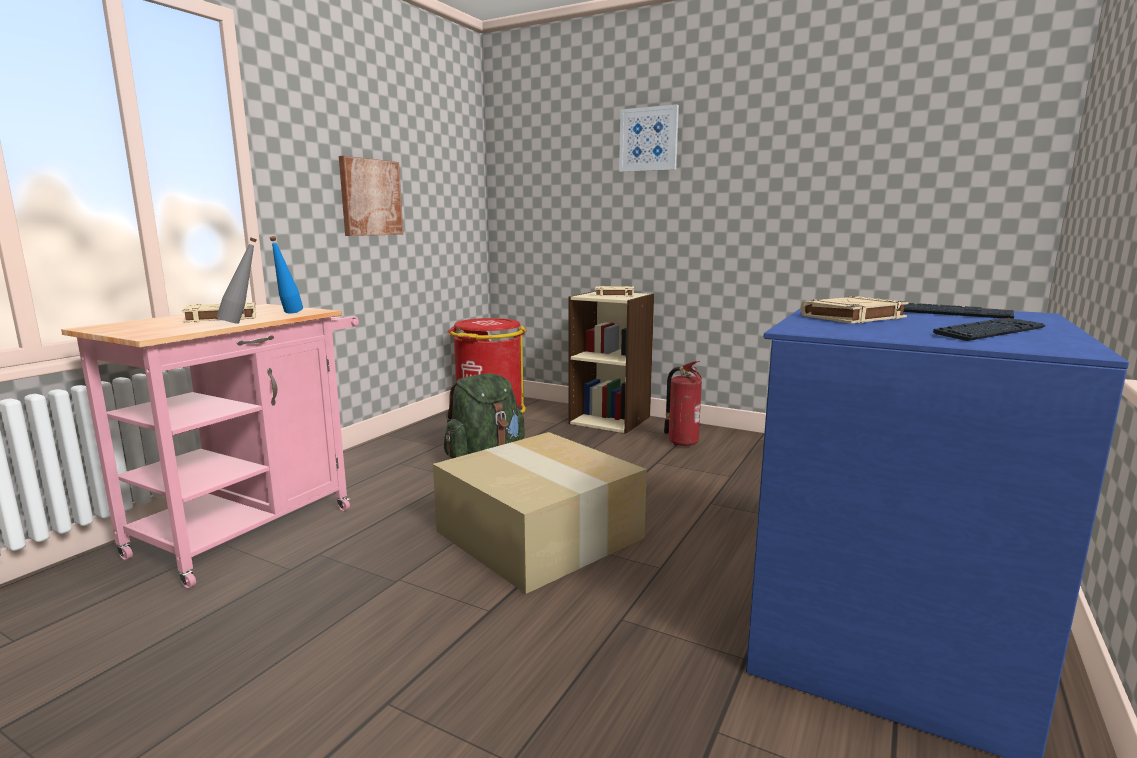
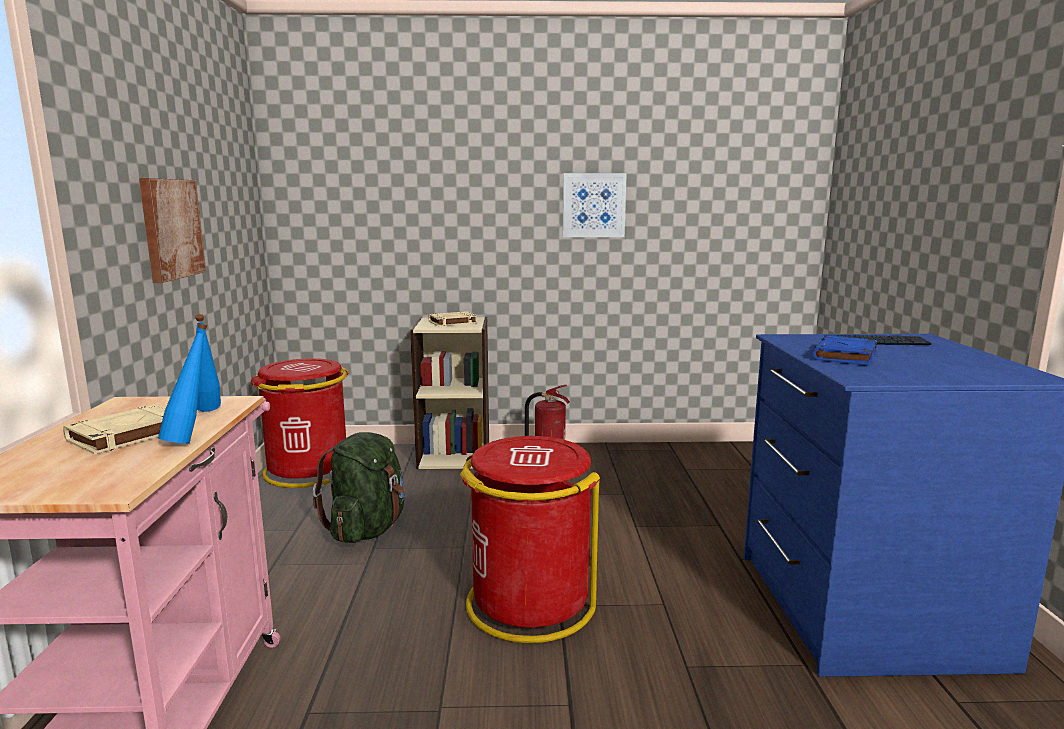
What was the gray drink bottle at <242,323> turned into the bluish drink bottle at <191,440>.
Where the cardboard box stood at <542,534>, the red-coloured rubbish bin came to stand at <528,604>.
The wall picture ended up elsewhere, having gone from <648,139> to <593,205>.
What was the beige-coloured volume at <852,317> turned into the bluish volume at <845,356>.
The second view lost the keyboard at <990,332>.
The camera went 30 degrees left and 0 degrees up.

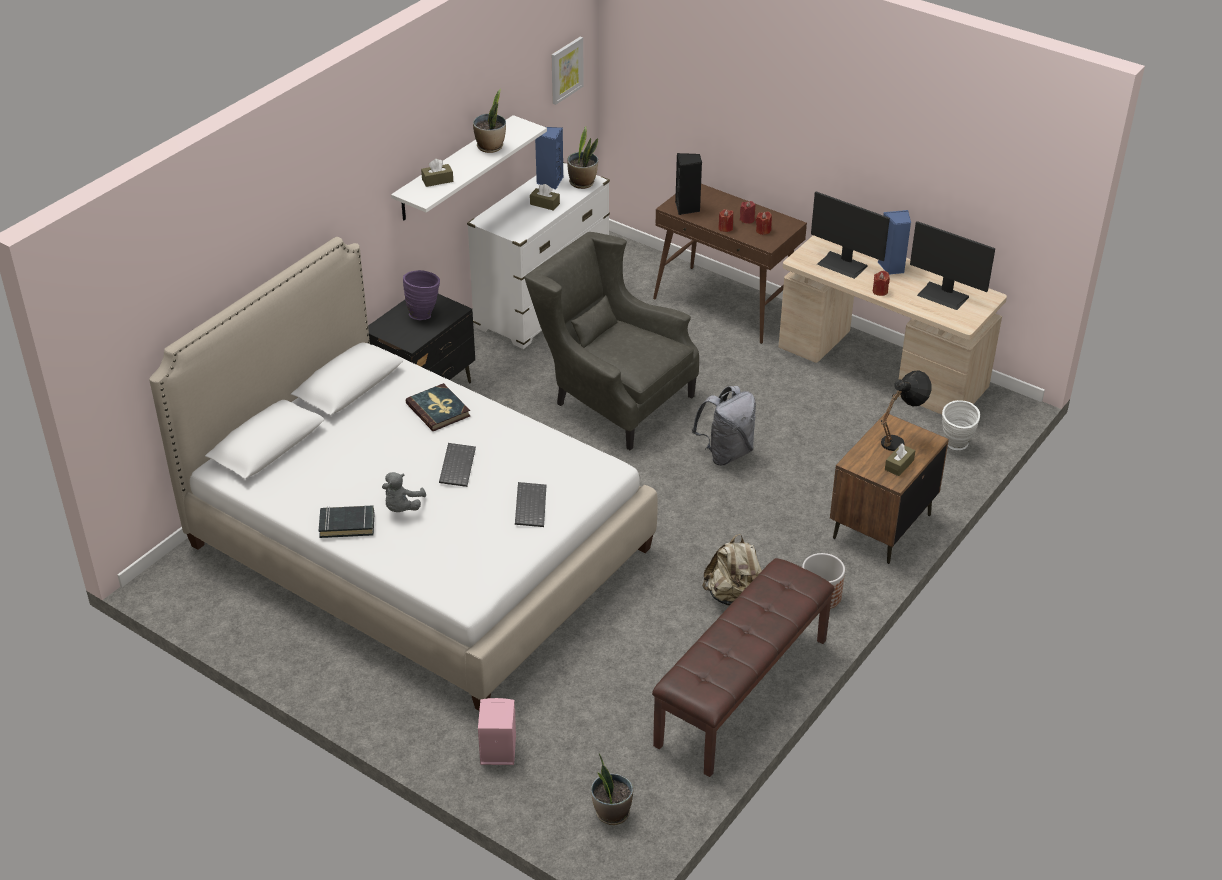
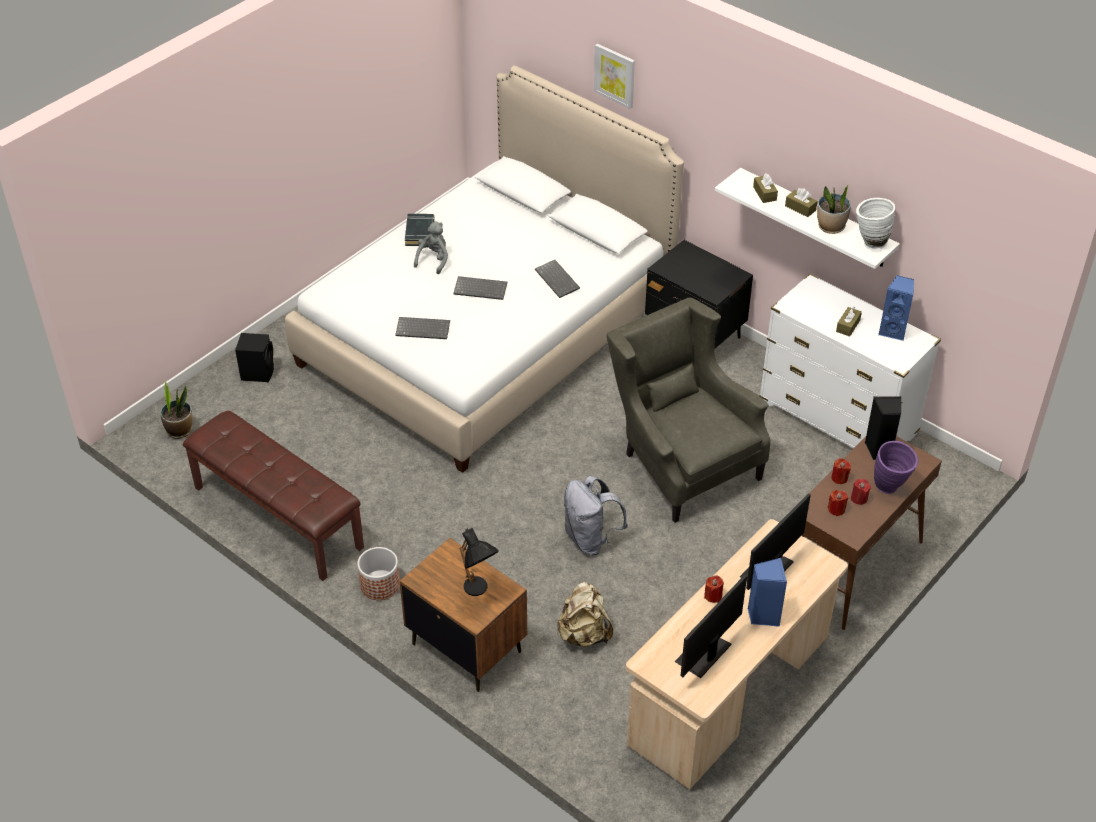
What was the pinkish loudspeaker at <496,750> turned into the black-coloured loudspeaker at <258,372>.
The gray cuddly toy at <402,508> ended up facing another way, 90 degrees clockwise from before.
Where the volume stood at <438,410>, the keyboard came to stand at <558,280>.
The beige-coloured backpack ended up elsewhere, having gone from <734,596> to <584,634>.
The wall picture ended up elsewhere, having gone from <566,70> to <615,75>.
The gray easy chair at <612,398> ended up facing another way, 75 degrees counterclockwise from before.
The brownish tissue holder ended up elsewhere, having gone from <899,465> to <800,208>.
The whitish flower vase ended up elsewhere, having gone from <956,447> to <869,243>.
The purple-coloured flower vase ended up elsewhere, having gone from <424,313> to <891,488>.
The second view lost the potted plant at <582,183>.
The camera went 95 degrees right and 5 degrees up.

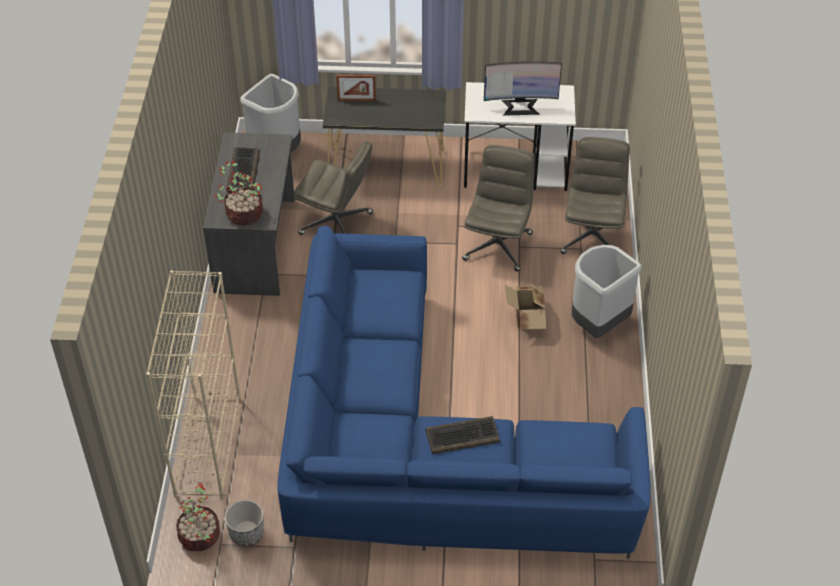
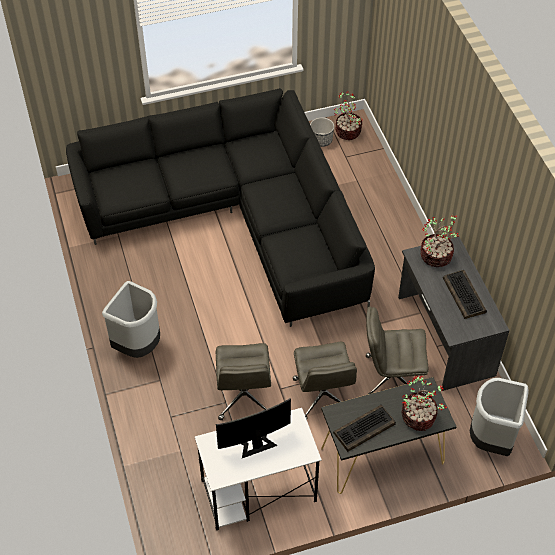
What was the bluish settee at <422,447> turned into the black-coloured settee at <237,217>.
The gray computer chair ended up elsewhere, having gone from <592,237> to <323,397>.
The keyboard ended up elsewhere, having gone from <463,435> to <364,429>.
Where the standing frame stood at <356,100>, the potted plant came to stand at <419,417>.
The second view lost the beige-coloured bookcase at <208,445>.
The second view lost the cardboard box at <526,319>.
The camera went 160 degrees right and 5 degrees up.

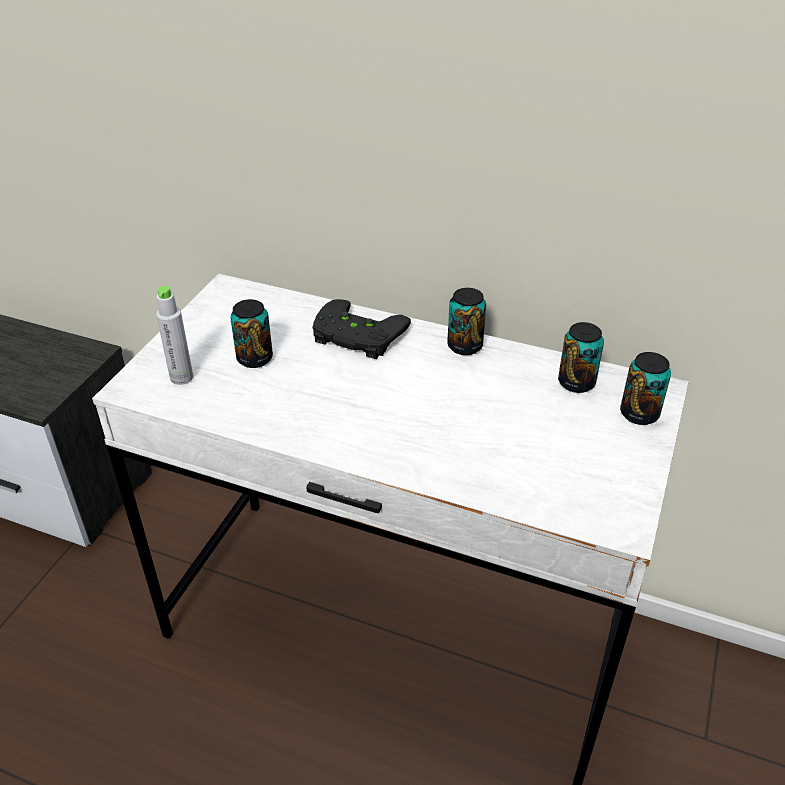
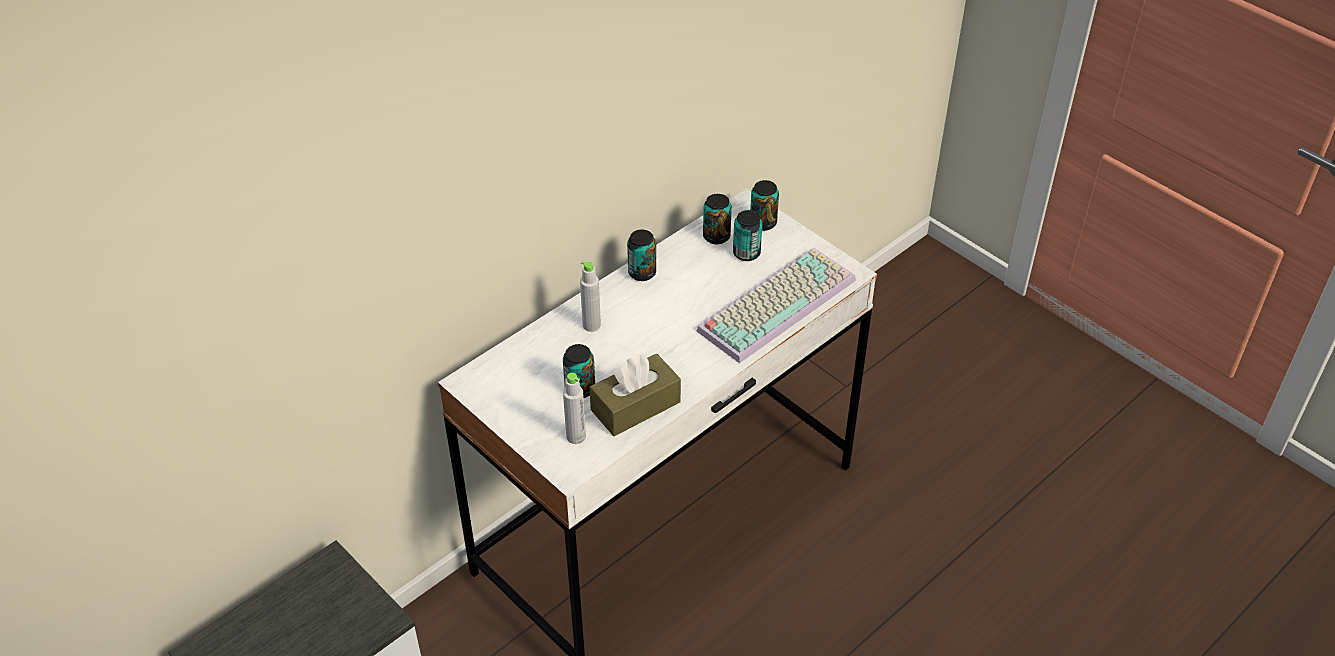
Where the black-coloured gamepad stood at <356,337>, the gray drink bottle came to stand at <591,325>.
The second view gained the brownish tissue holder at <635,406>.
The second view gained the keyboard at <776,302>.
The second view gained the metal can at <746,253>.
The camera went 65 degrees left and 5 degrees up.

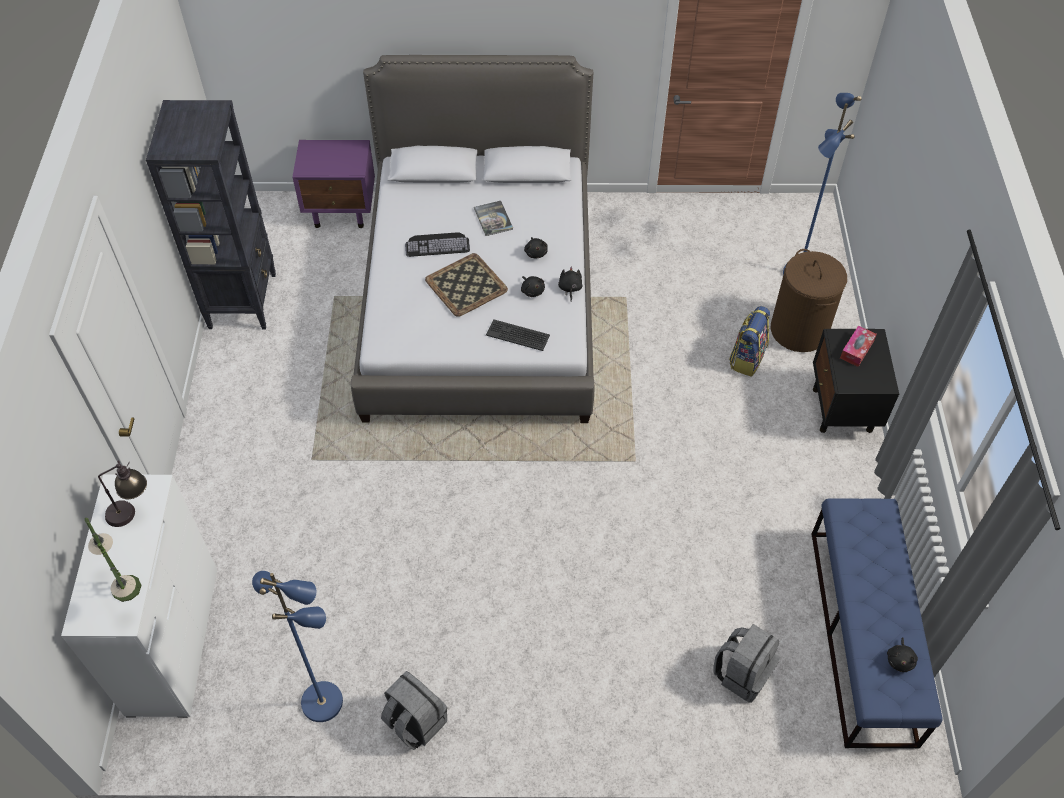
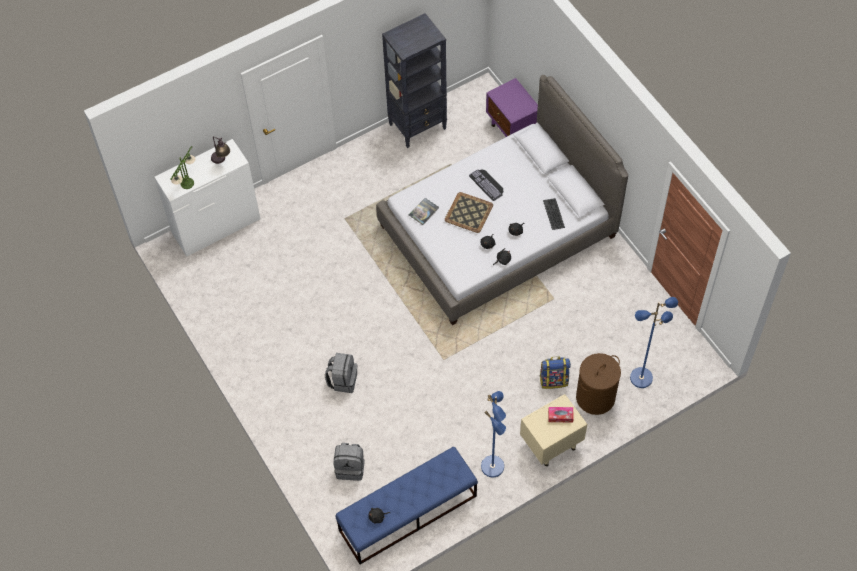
The gray backpack ended up elsewhere, having gone from <415,722> to <342,380>.
The volume ended up elsewhere, having gone from <493,219> to <423,211>.
The bluish standing lamp ended up elsewhere, having gone from <323,701> to <493,466>.
What was the black-coloured nightstand at <842,410> turned into the beige-coloured nightstand at <550,445>.
The keyboard ended up elsewhere, having gone from <518,335> to <554,214>.
The camera went 60 degrees right and 5 degrees up.

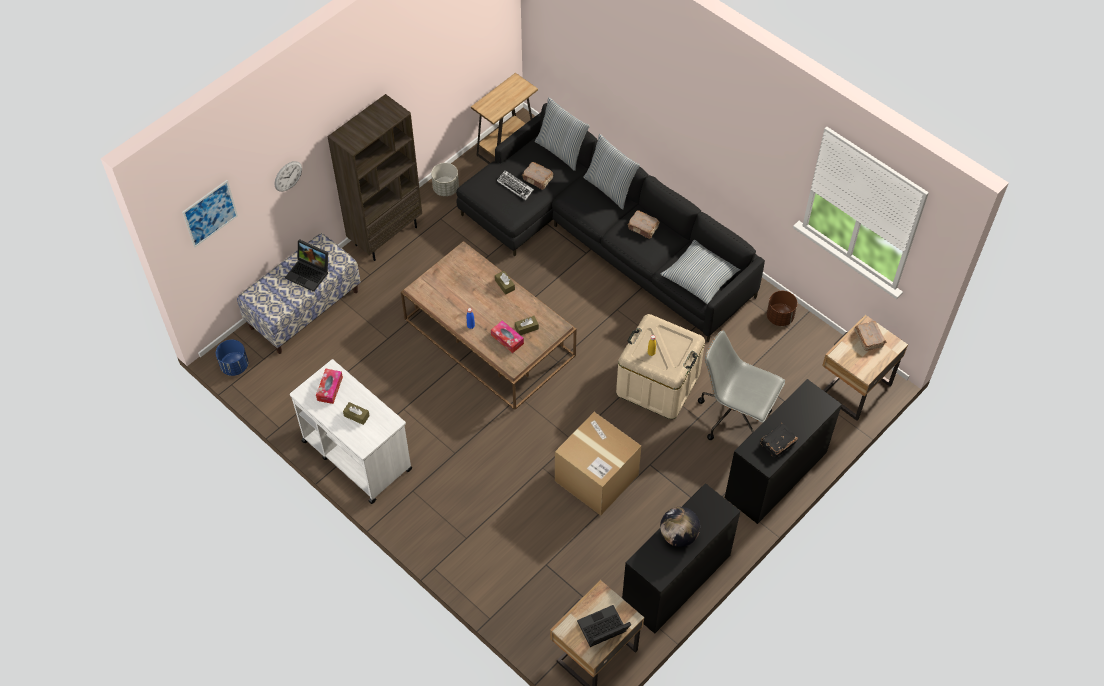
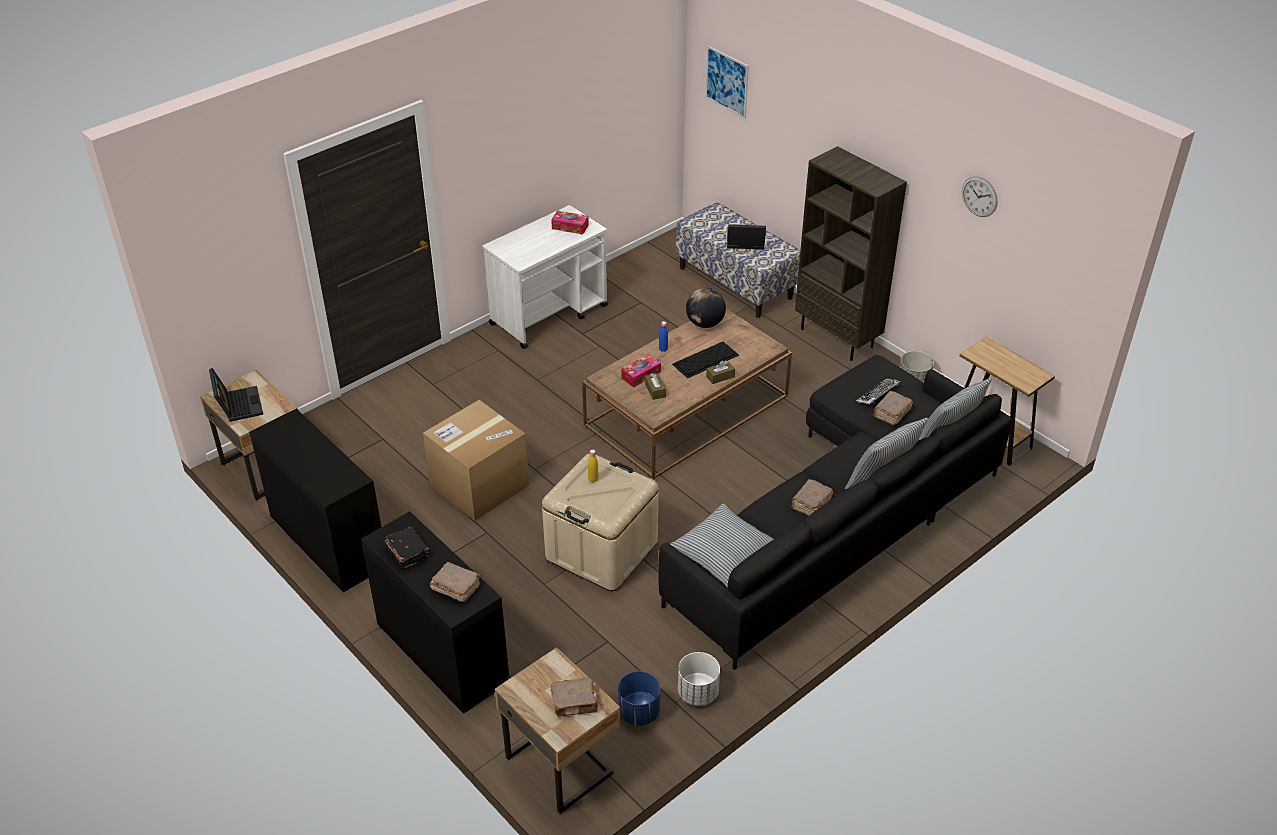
The second view gained the brownish volume at <455,587>.
The bluish flower pot ended up elsewhere, having gone from <235,366> to <638,712>.
The second view gained the keyboard at <705,360>.
What was the brownish flower pot at <780,317> turned into the whitish flower pot at <698,693>.
The desk globe ended up elsewhere, having gone from <678,535> to <705,323>.
The laptop at <310,273> ended up facing another way, 60 degrees clockwise from before.
The wall clock ended up elsewhere, having gone from <288,176> to <979,196>.
The second view lost the brownish tissue holder at <356,416>.
The second view lost the gray computer chair at <735,416>.
The camera went 95 degrees right and 15 degrees down.

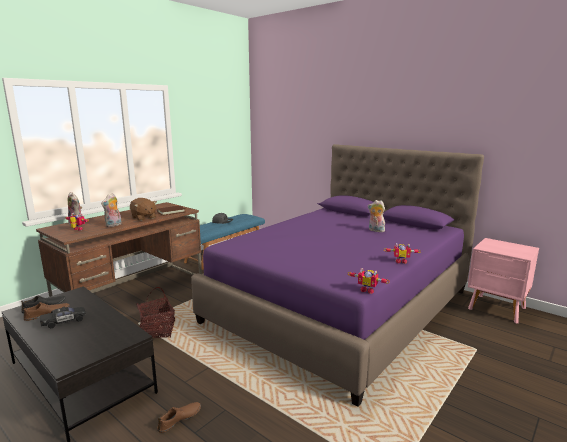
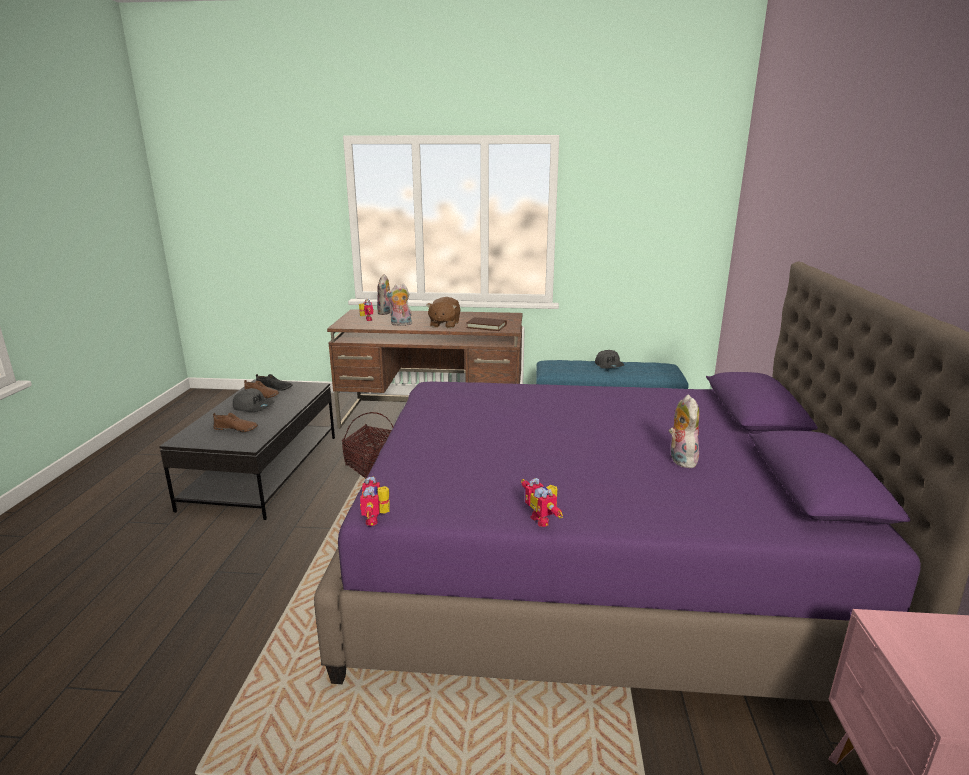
The brownish shoe ended up elsewhere, having gone from <179,419> to <236,429>.
Where the black-coloured toy car stood at <64,321>, the gray baseball cap came to stand at <254,406>.
The camera went 55 degrees right and 5 degrees up.

